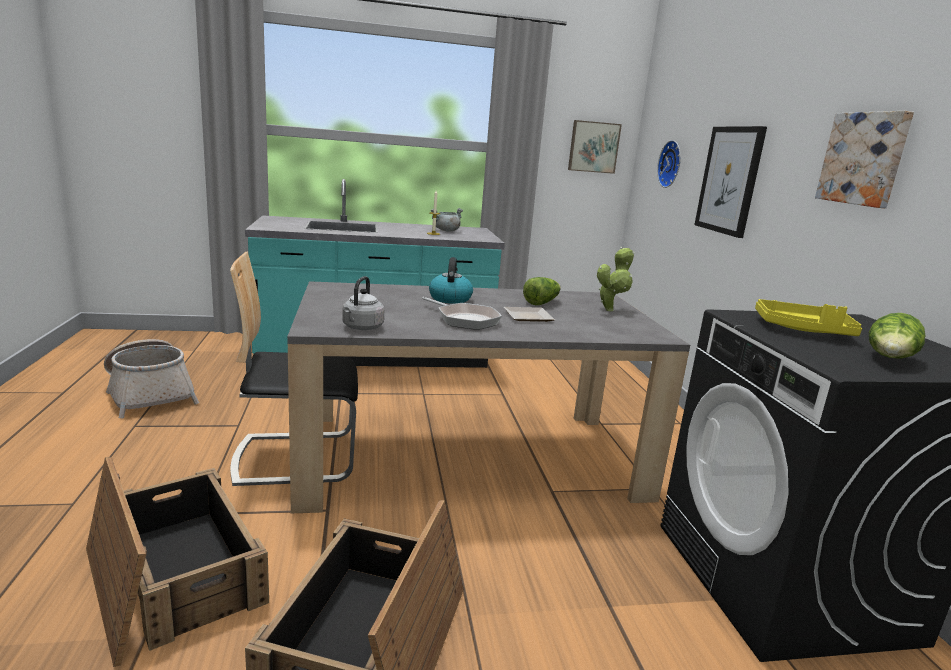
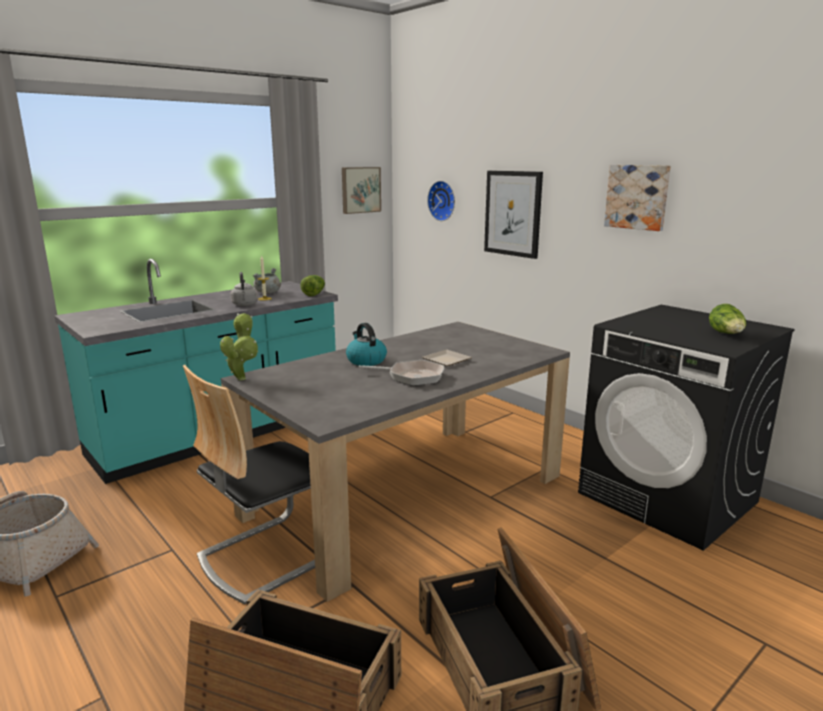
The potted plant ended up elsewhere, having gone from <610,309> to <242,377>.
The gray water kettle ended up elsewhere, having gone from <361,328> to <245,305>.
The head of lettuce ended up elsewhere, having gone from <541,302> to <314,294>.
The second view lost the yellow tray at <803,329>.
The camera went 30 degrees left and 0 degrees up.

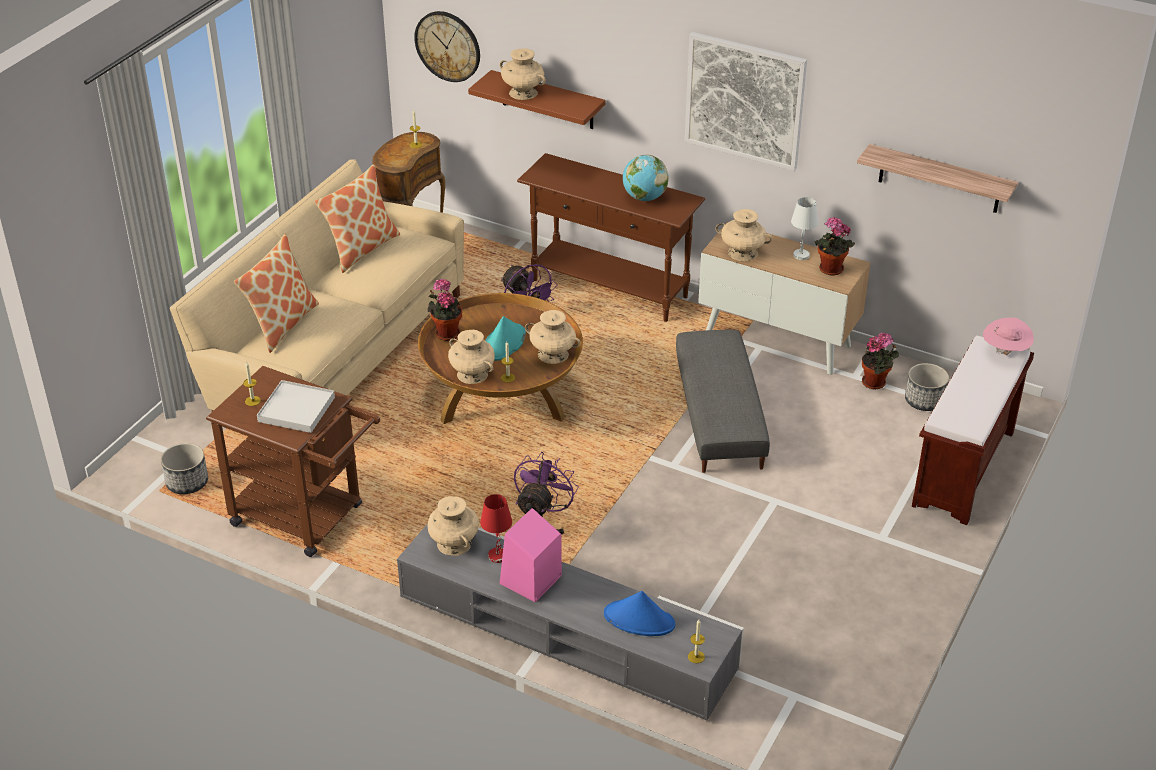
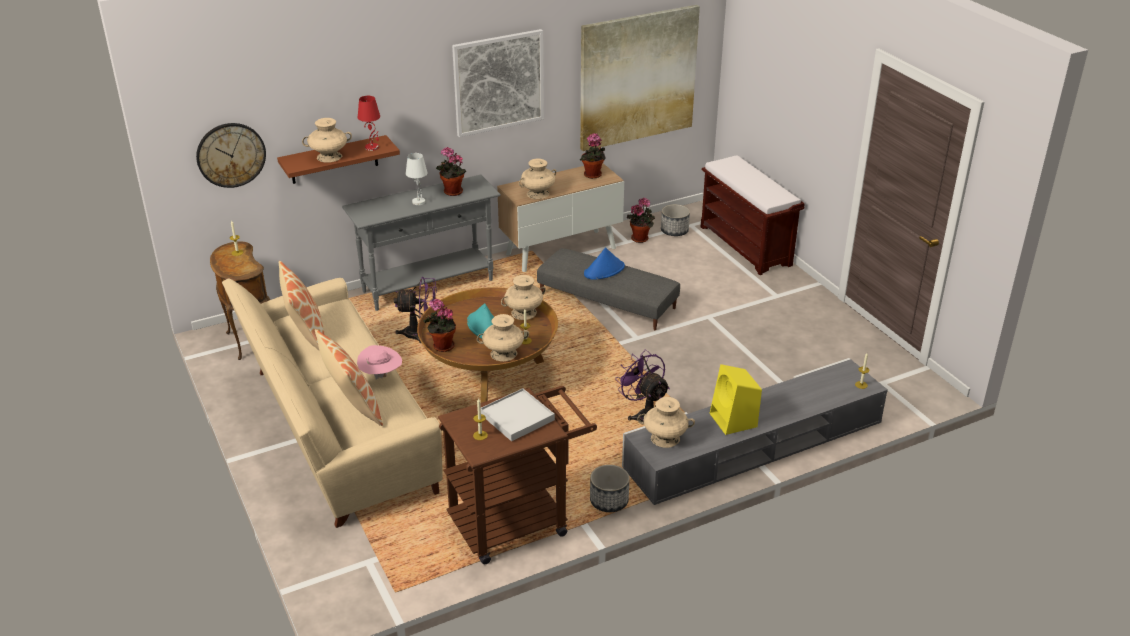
What was the brownish console table at <610,289> turned into the gray console table at <428,286>.
The pinkish hat ended up elsewhere, having gone from <1005,352> to <381,375>.
The red-coloured table lamp ended up elsewhere, having gone from <498,556> to <372,147>.
The whitish table lamp ended up elsewhere, having gone from <801,255> to <419,202>.
Where the desk globe stood at <644,198>, the potted plant came to stand at <451,192>.
Where the wall shelf hung at <939,179>, the wall picture came to hang at <637,77>.
The bluish hat ended up elsewhere, having gone from <639,619> to <604,270>.
The flower pot ended up elsewhere, having gone from <187,482> to <608,501>.
What was the pinkish loudspeaker at <530,581> turned into the yellow loudspeaker at <734,421>.
The camera went 55 degrees left and 5 degrees down.

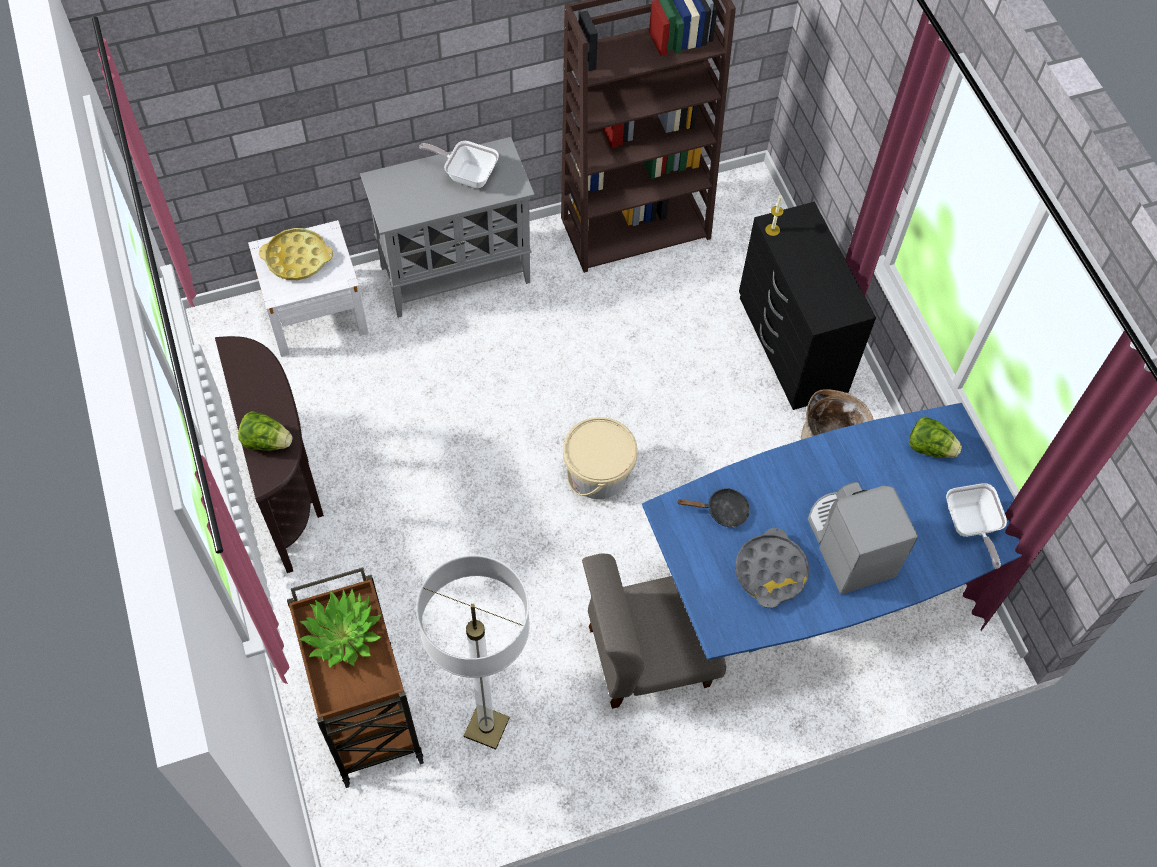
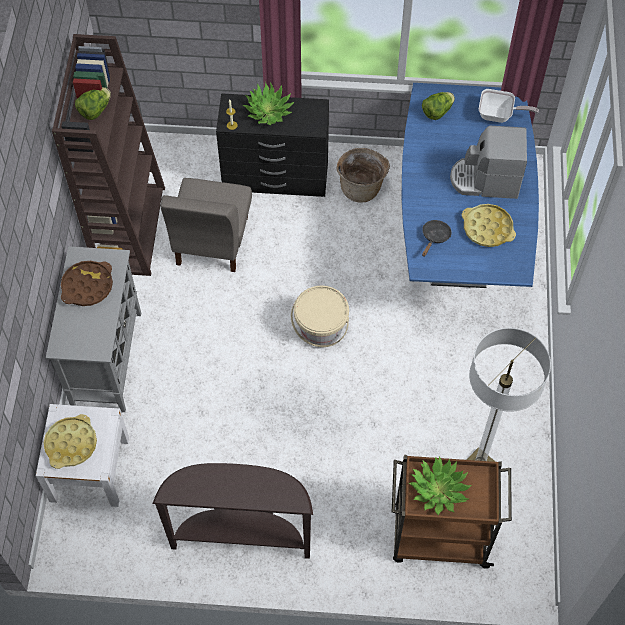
Where the pan stood at <467,174>, the brownish tray came to stand at <87,286>.
The head of lettuce ended up elsewhere, having gone from <267,441> to <95,110>.
The gray plain chair ended up elsewhere, having gone from <647,655> to <211,241>.
The second view gained the potted plant at <268,111>.
What was the gray tray at <771,571> turned into the yellow tray at <487,228>.
The camera went 65 degrees left and 0 degrees up.

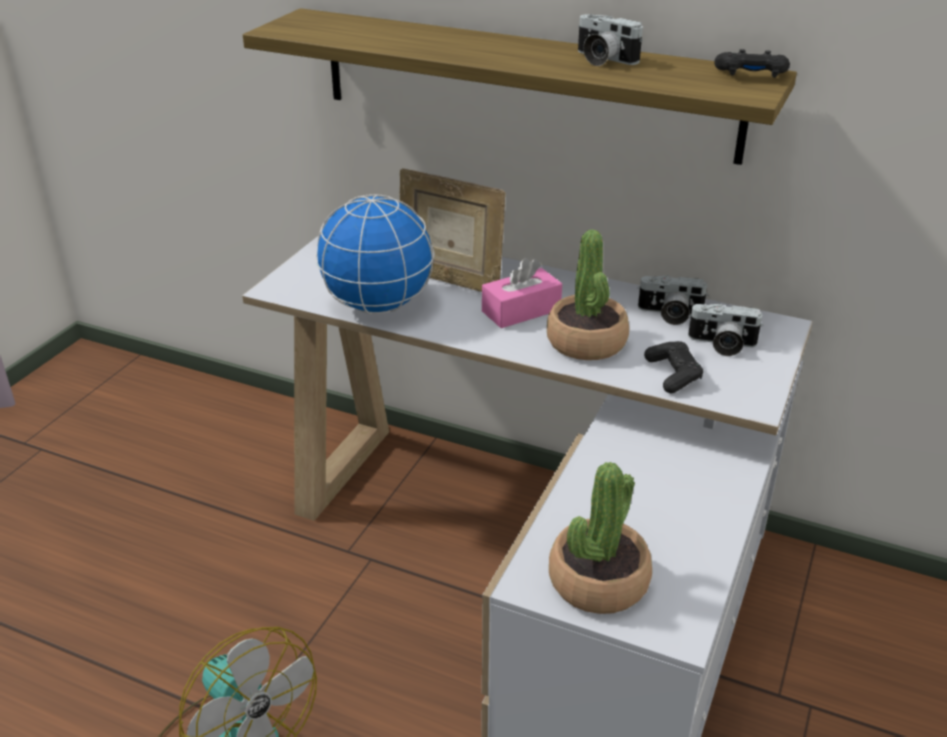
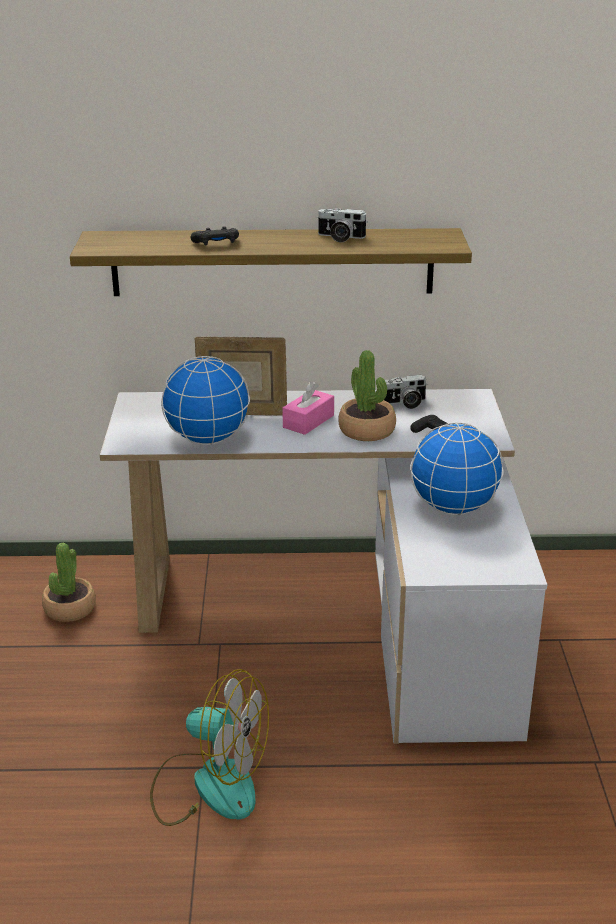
The potted plant ended up elsewhere, having gone from <598,581> to <70,608>.
The black-coloured gamepad ended up elsewhere, having gone from <751,75> to <216,243>.
The second view gained the desk globe at <453,508>.
The second view lost the photo camera at <721,345>.
The camera went 25 degrees left and 5 degrees down.

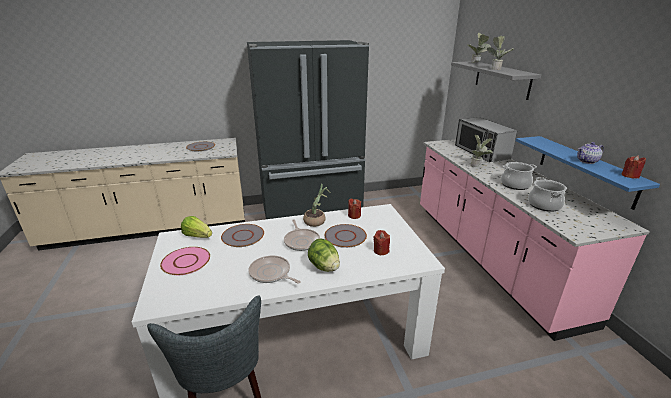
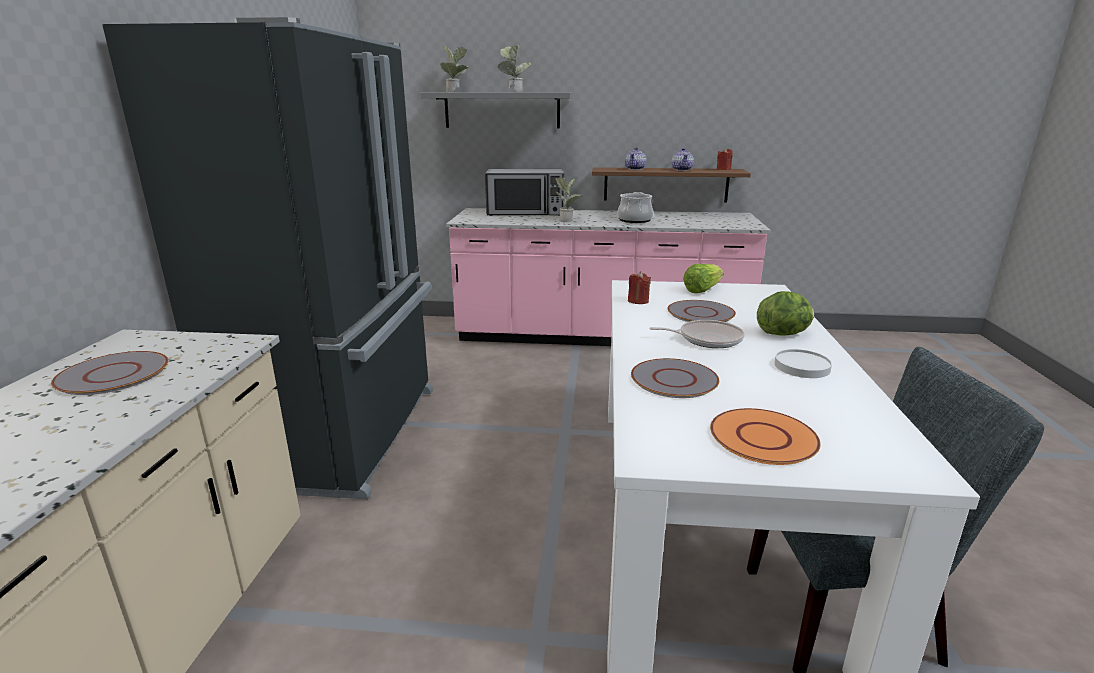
What was the bluish wall shelf at <585,170> turned into the brownish wall shelf at <666,184>.
The second view gained the pot for tea at <635,169>.
The head of lettuce ended up elsewhere, having gone from <197,236> to <702,290>.
What was the pinkish plate at <186,261> turned into the orange-coloured plate at <762,438>.
Where the pan stood at <271,273>, the whitish plate came to stand at <802,367>.
The second view lost the potted plant at <317,221>.
The second view lost the red-coloured wax light at <381,251>.
The second view lost the stockpot at <544,205>.
The camera went 70 degrees left and 5 degrees down.

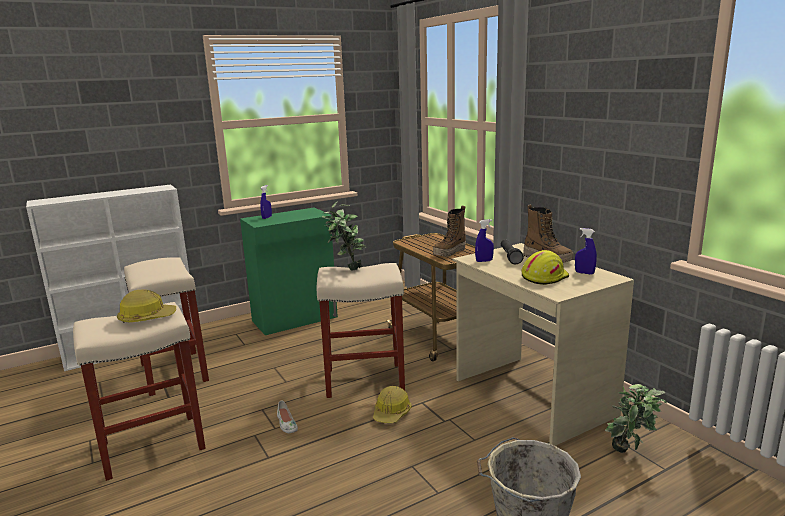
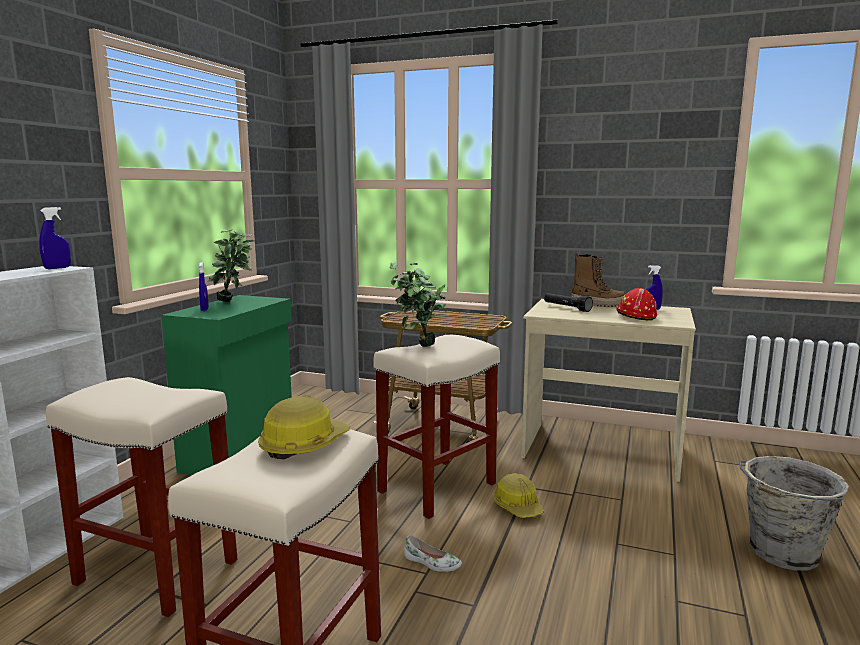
The bluish hand sprayer ended up elsewhere, having gone from <484,261> to <57,268>.
The potted plant ended up elsewhere, having gone from <630,453> to <234,301>.
What was the yellow hard hat at <544,277> turned into the red-coloured hard hat at <635,316>.
The second view lost the boot at <450,253>.
The camera went 40 degrees left and 5 degrees down.

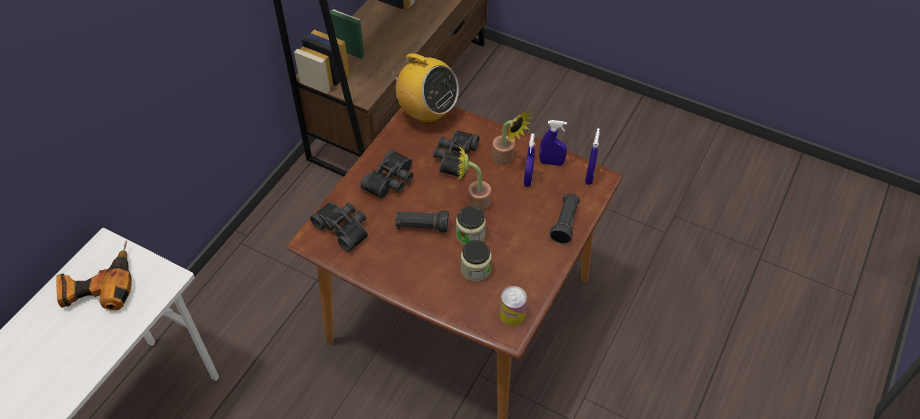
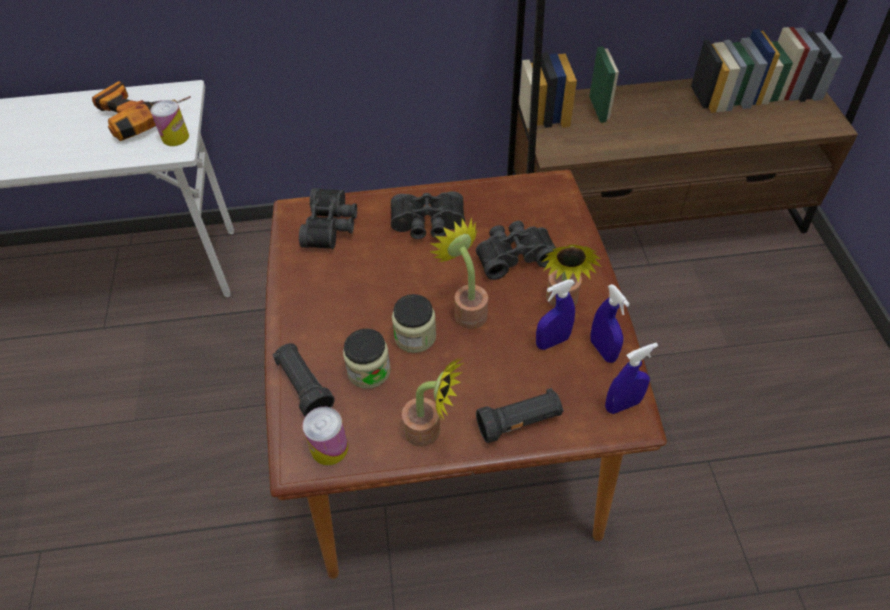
The second view gained the metal can at <175,137>.
The black-coloured flashlight ended up elsewhere, having gone from <422,226> to <304,387>.
The second view gained the potted plant at <429,432>.
The second view lost the radio at <427,112>.
The camera went 55 degrees right and 0 degrees up.

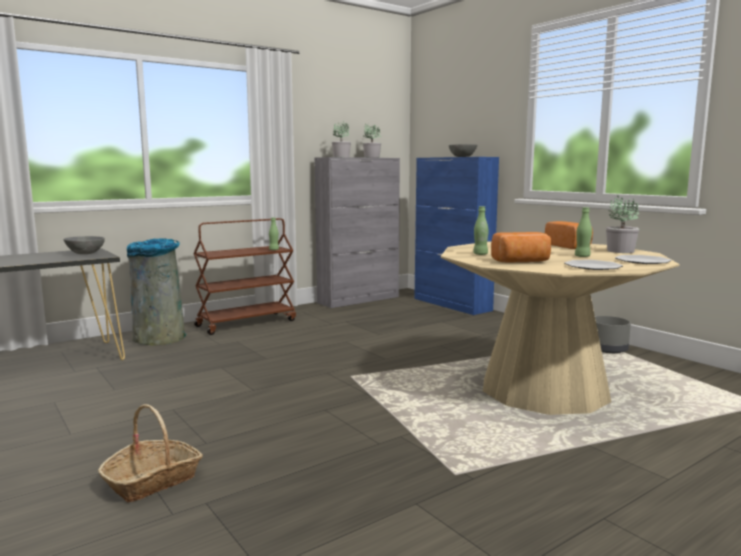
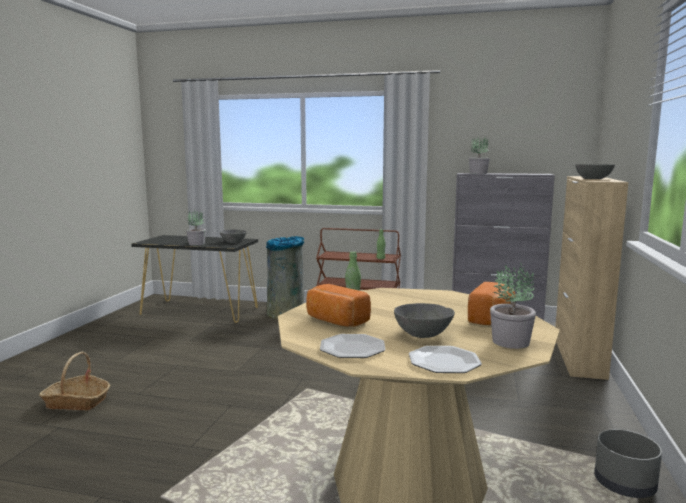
The potted plant ended up elsewhere, having gone from <371,157> to <196,244>.
Where the green drink bottle stood at <582,256>, the gray bowl came to stand at <423,334>.
What was the bluish cupboard at <452,304> turned into the beige-coloured cupboard at <578,357>.
The camera went 50 degrees right and 0 degrees up.

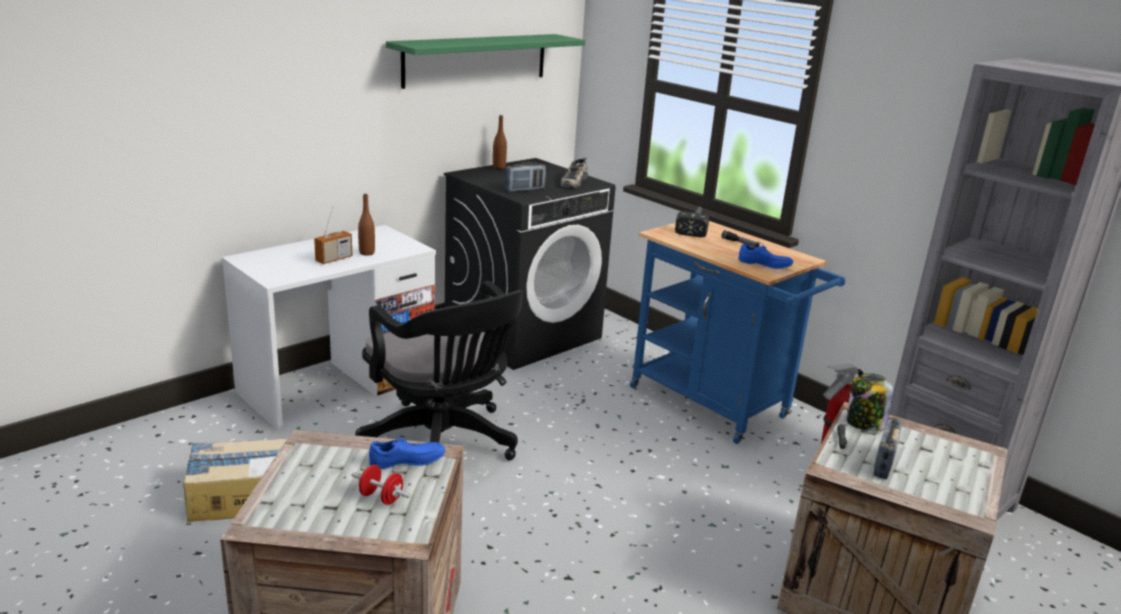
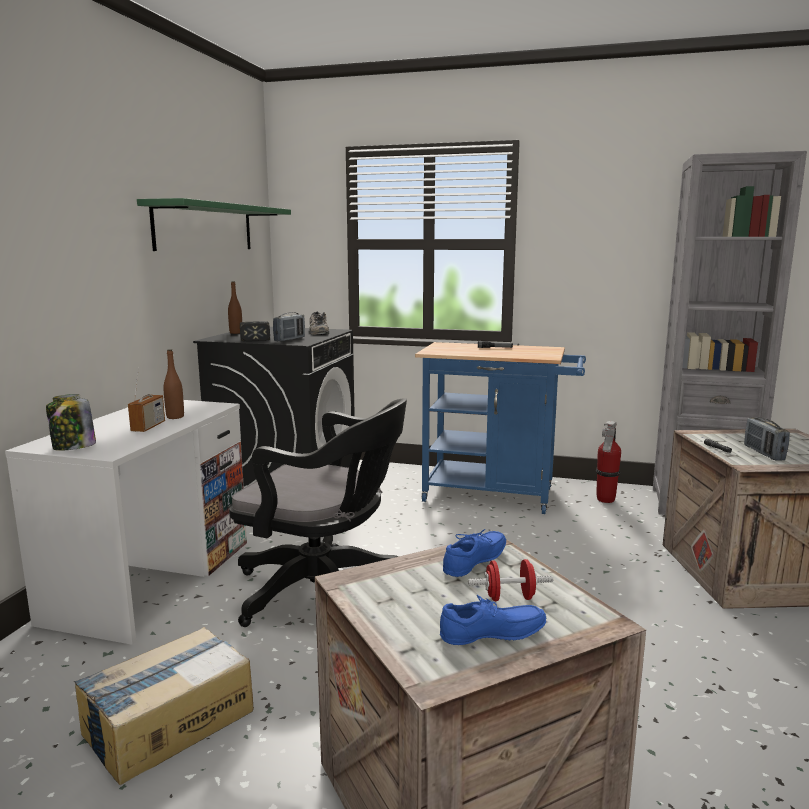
The storage jar ended up elsewhere, having gone from <864,424> to <73,447>.
The tool hammer ended up elsewhere, having gone from <694,226> to <254,336>.
The bluish shoe ended up elsewhere, having gone from <764,265> to <493,636>.
The camera went 30 degrees left and 10 degrees down.

